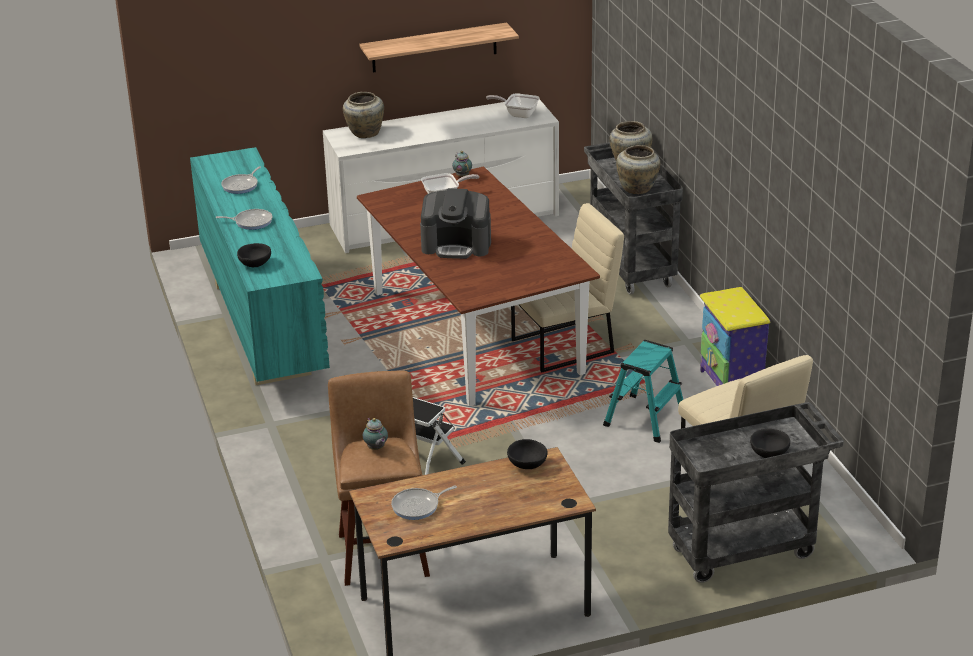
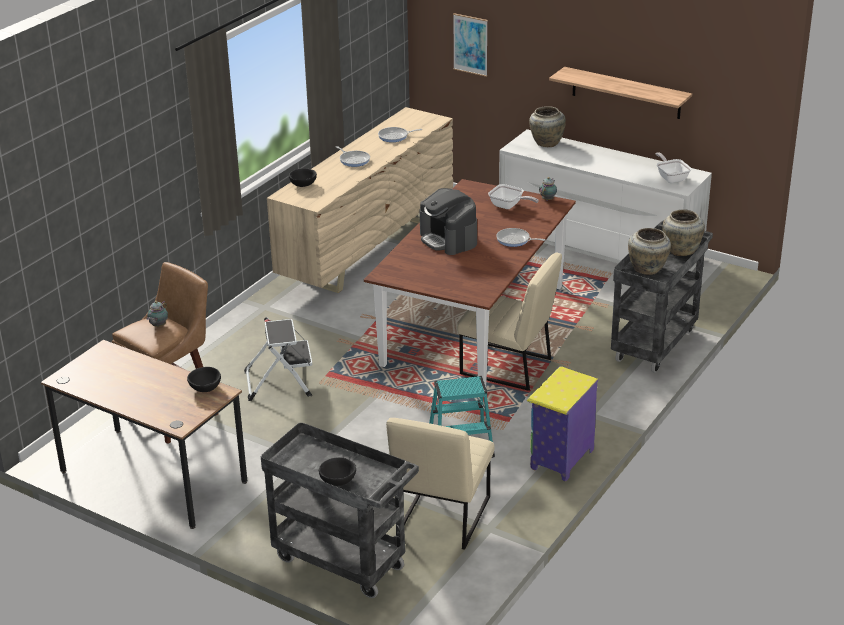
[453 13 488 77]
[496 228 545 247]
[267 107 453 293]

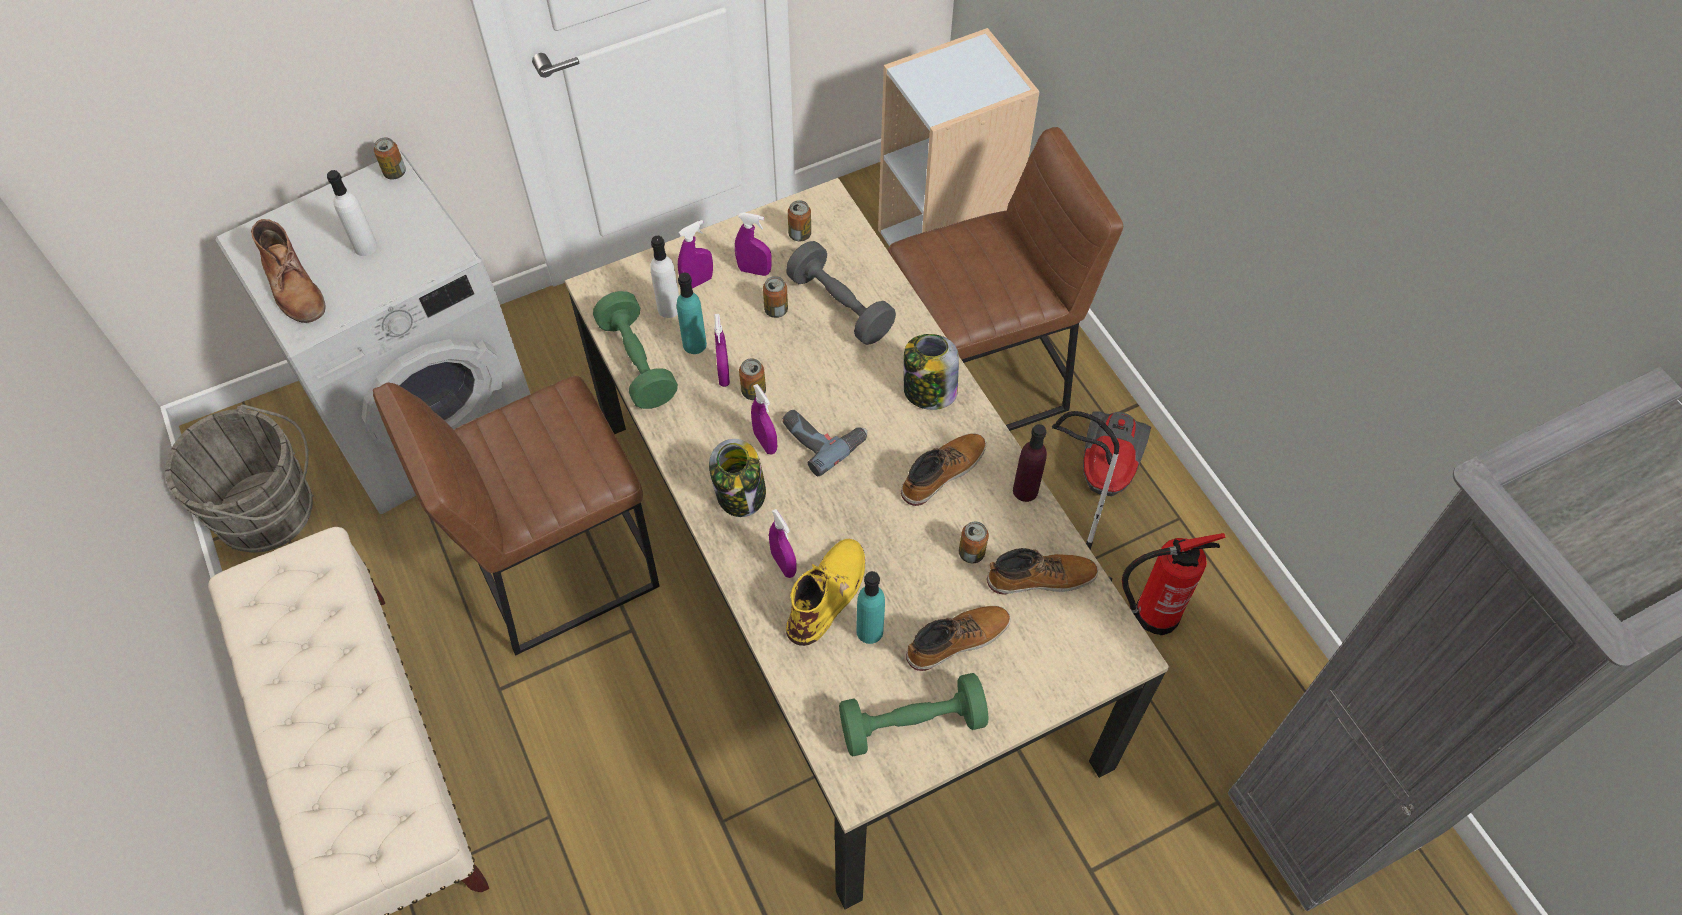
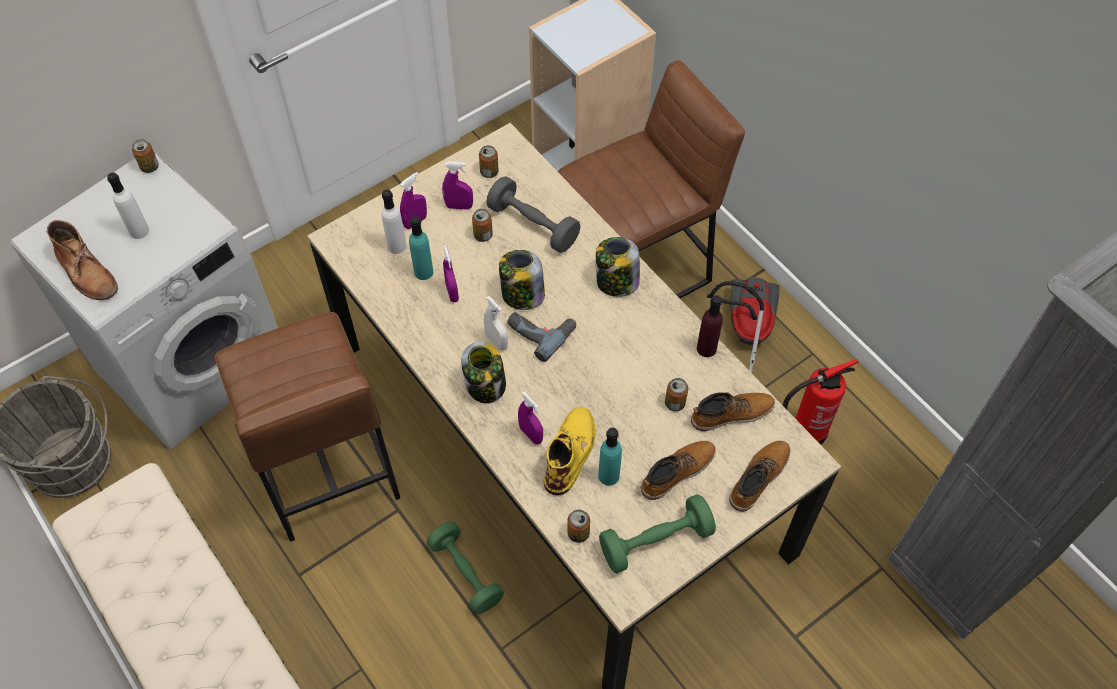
[499 250 545 310]
[427 522 504 614]
[567 509 590 543]
[729 440 791 512]
[484 296 508 350]
[215 312 400 542]

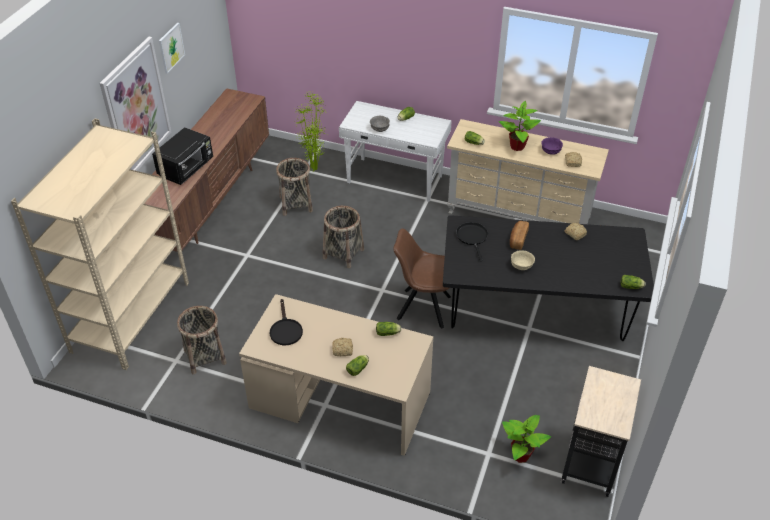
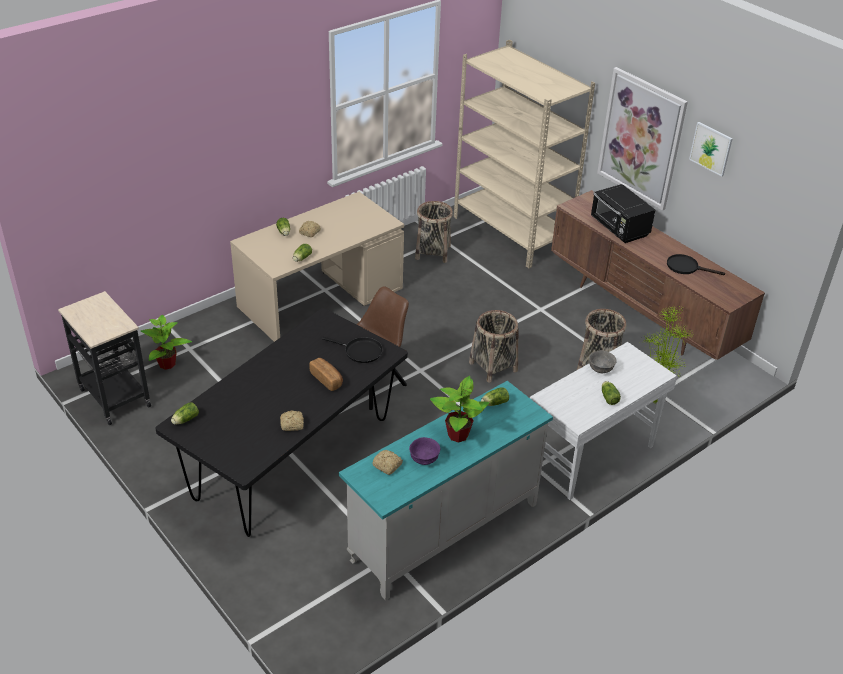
[511 250 535 270] (first image)
[667 254 725 275]
[339 381 553 601]

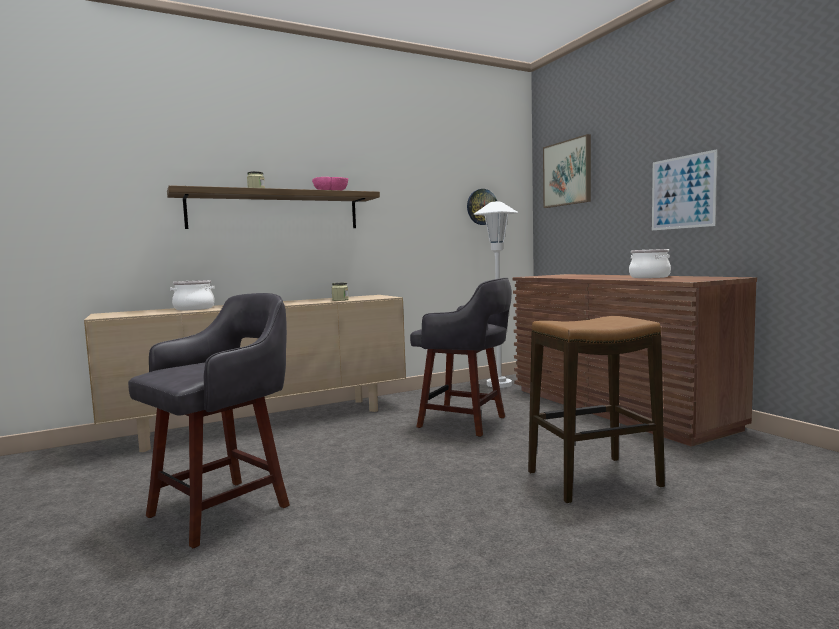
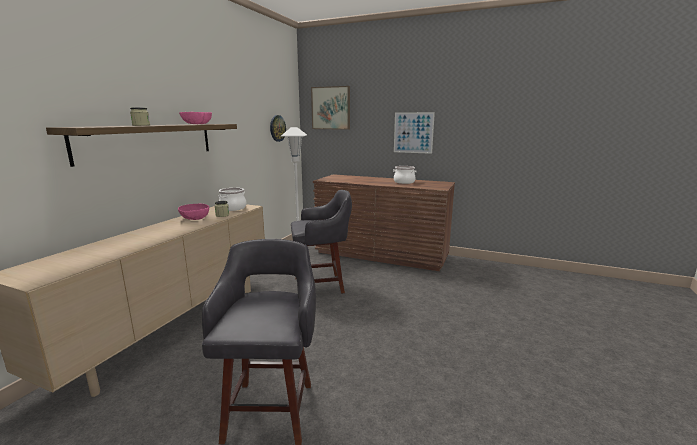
[528 316 665 504] (first image)
[178 204 209 220]
[219 188 246 211]

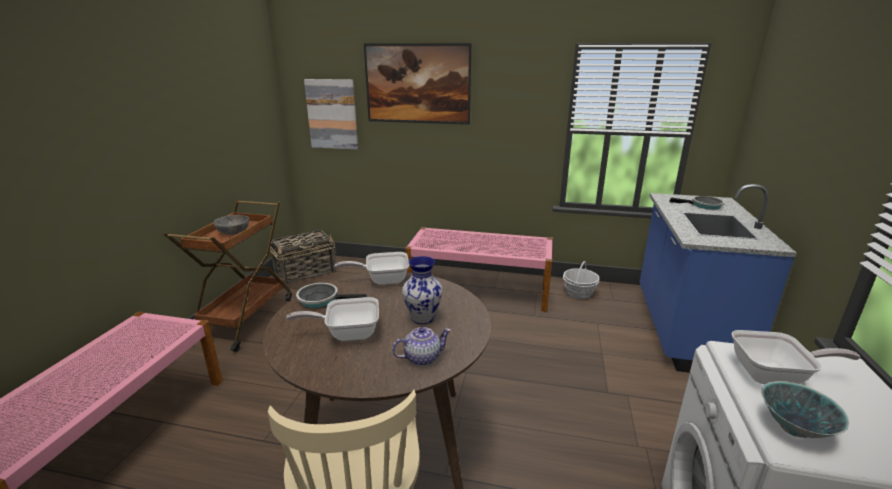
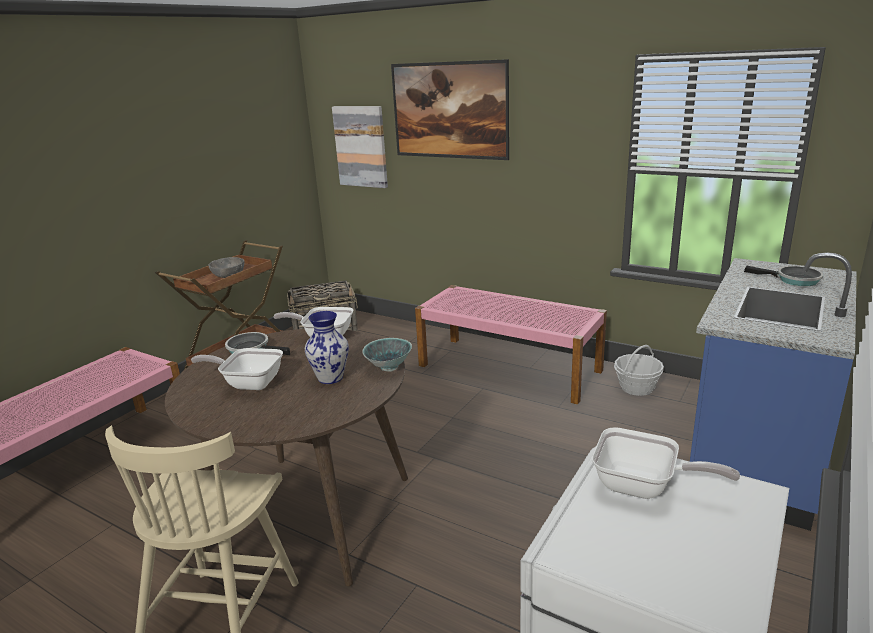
[392 327 451 366] (first image)
[362 338 412 372]

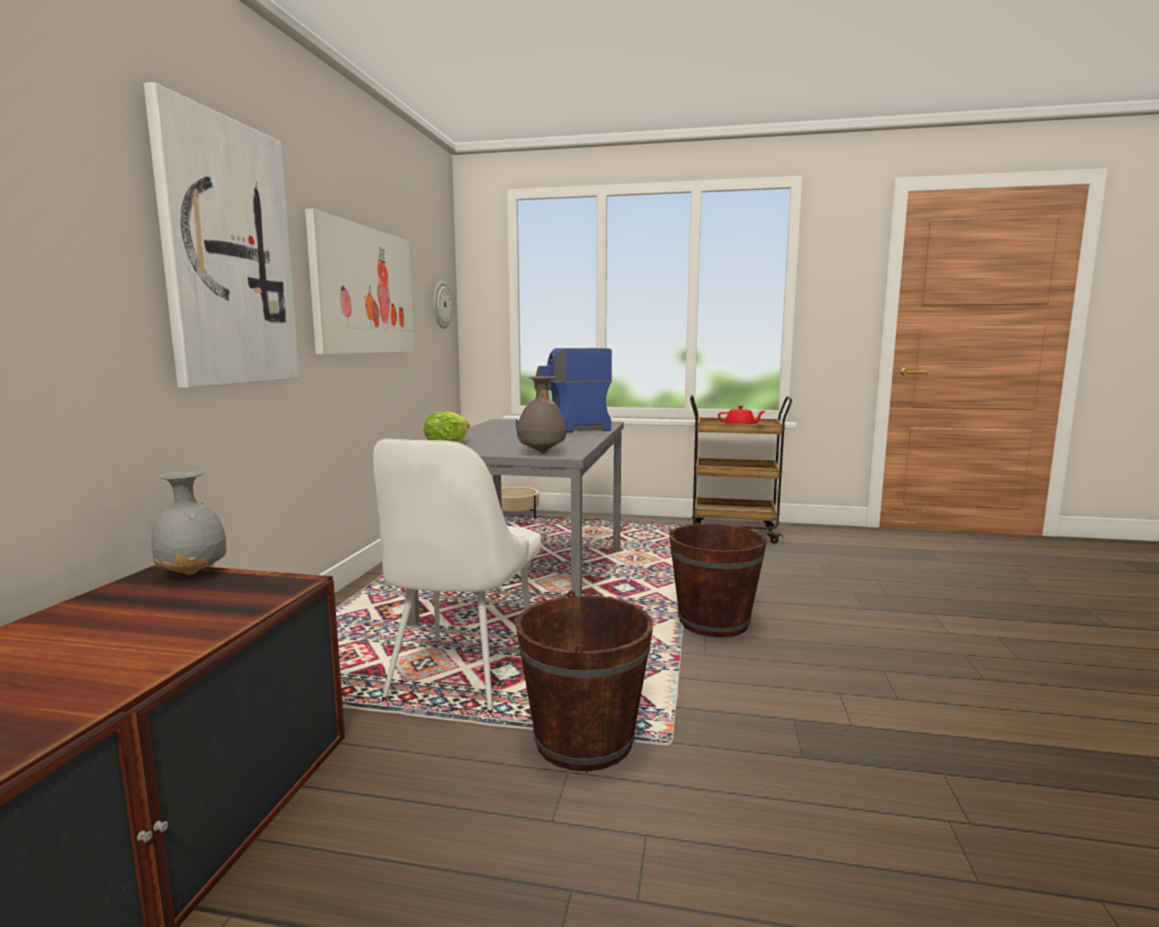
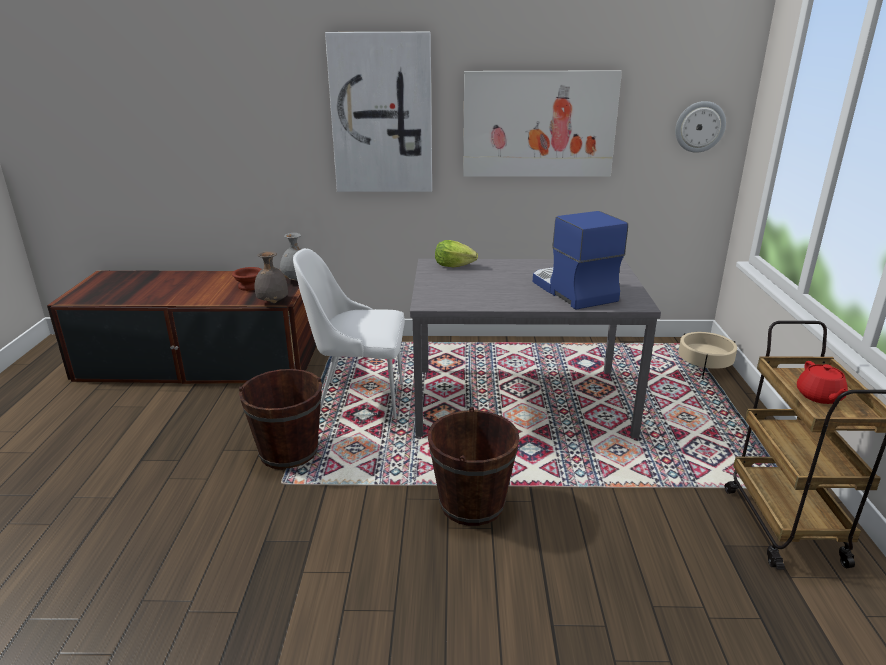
[232 267 261 291]
[254 251 288 303]

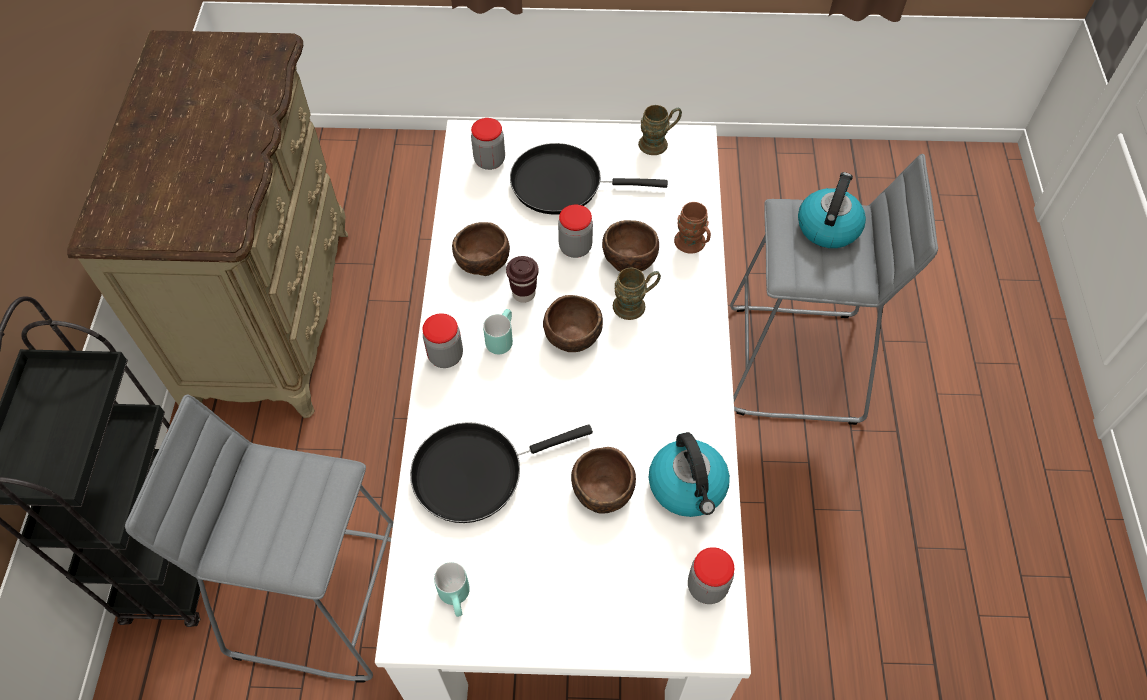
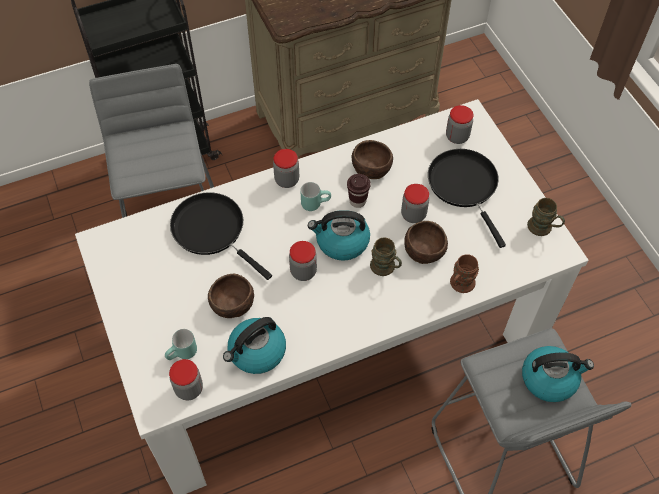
[289 241 317 281]
[165 329 197 360]
[308 210 370 261]

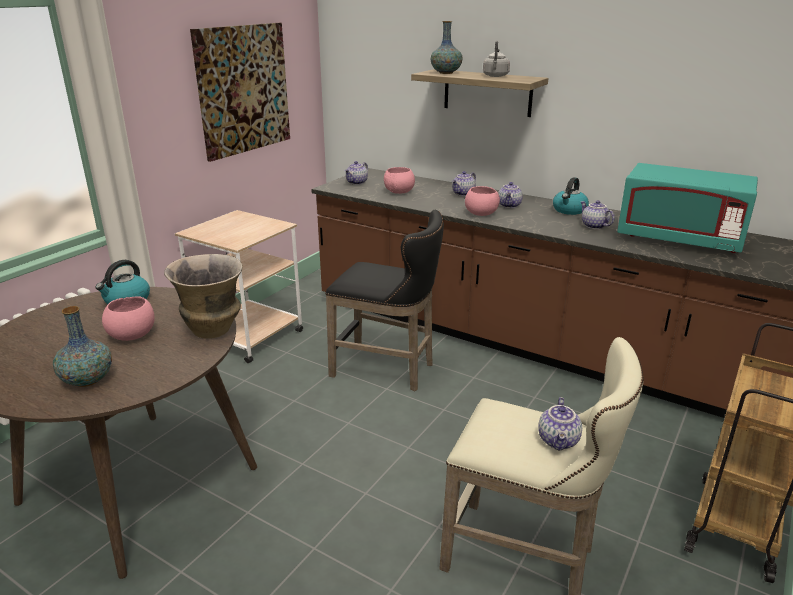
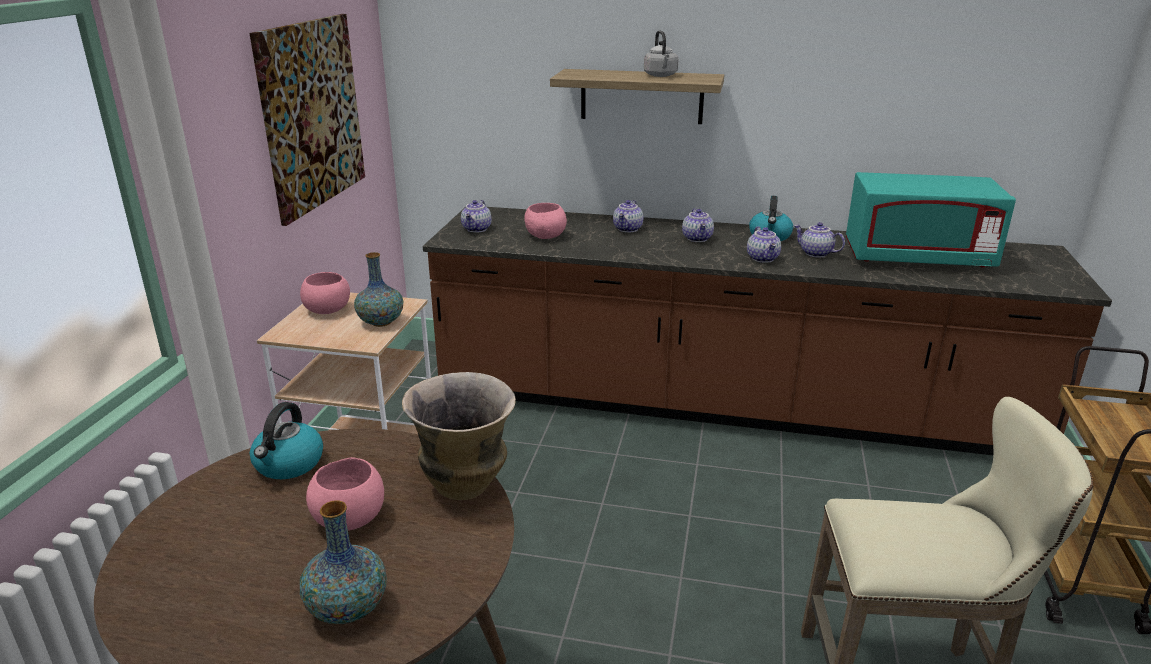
[325 210 444 392] (first image)
[354 252 403 327]
[300 272 350 314]
[747 226 781 263]

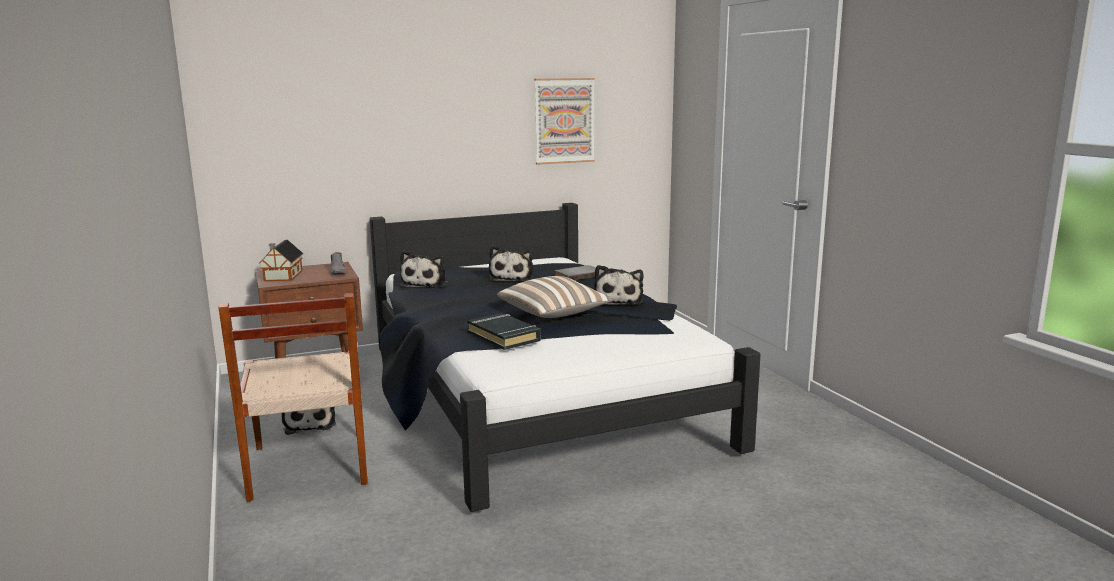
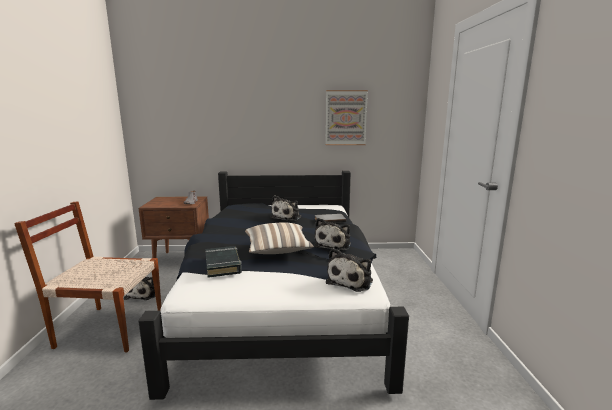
[259 240 303 281] (first image)
[326 248 373 292]
[14 201 161 352]

